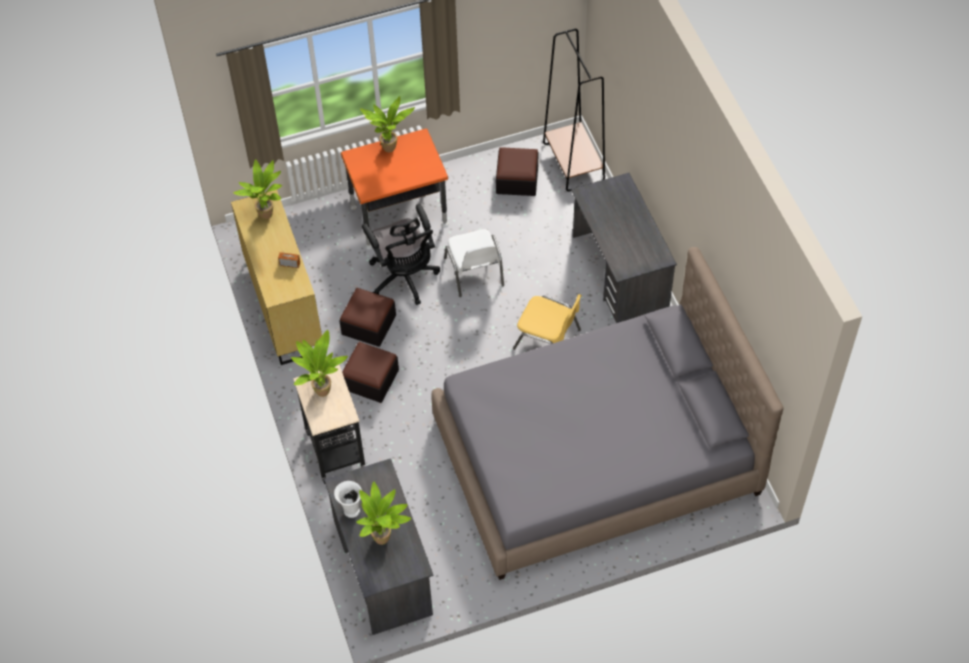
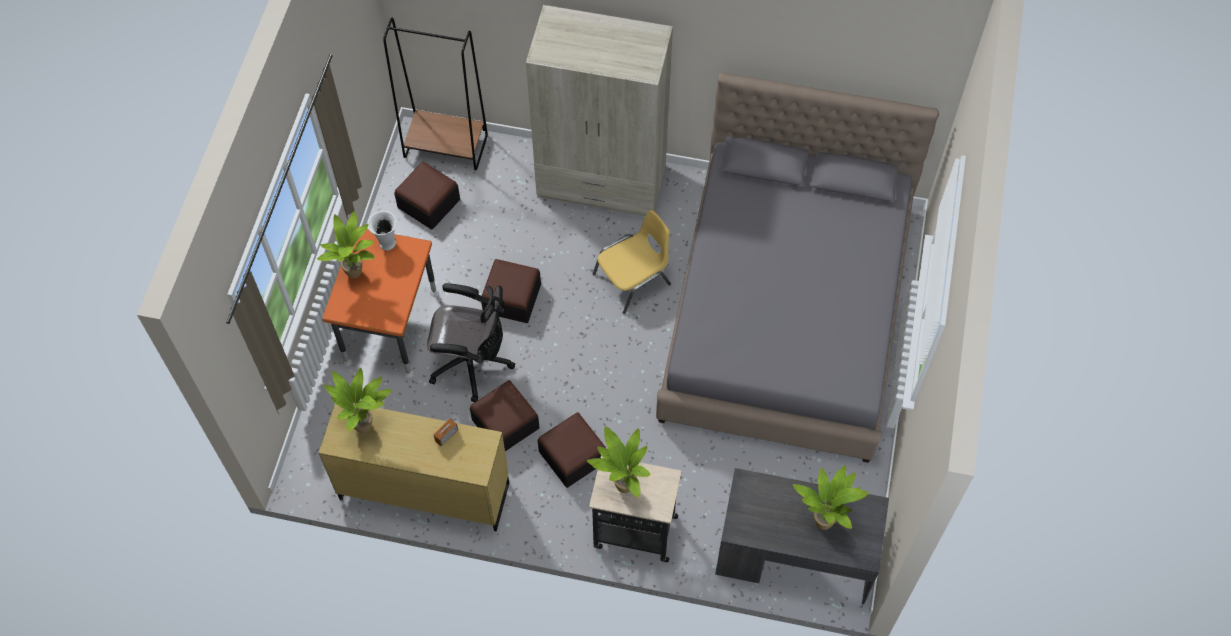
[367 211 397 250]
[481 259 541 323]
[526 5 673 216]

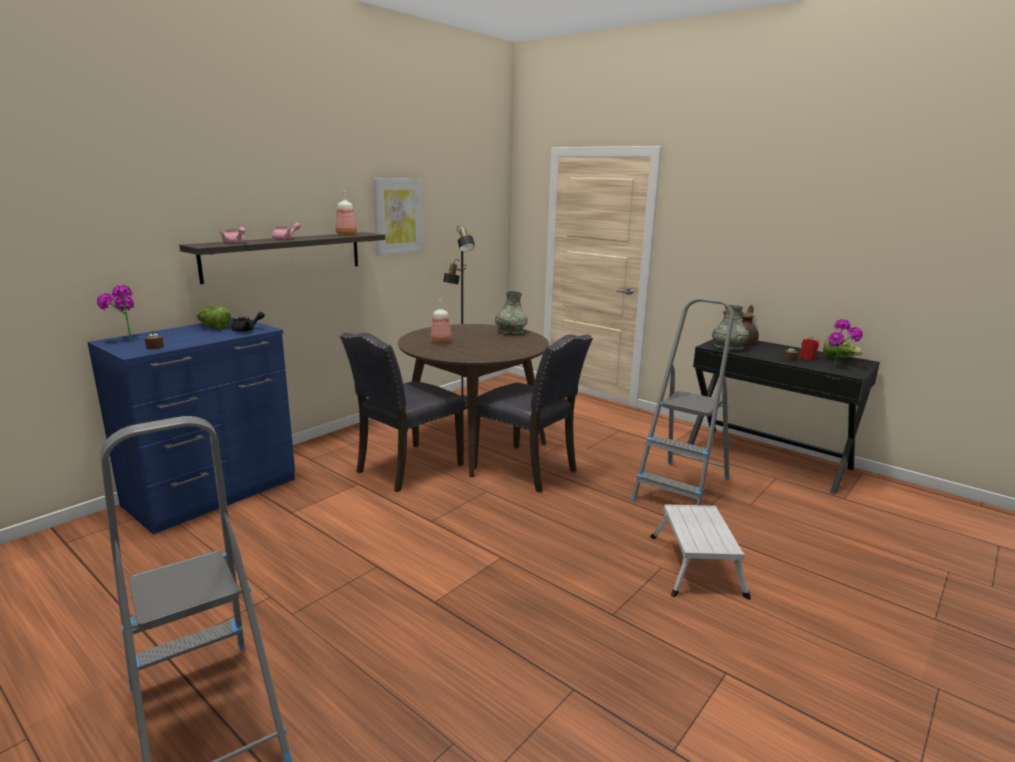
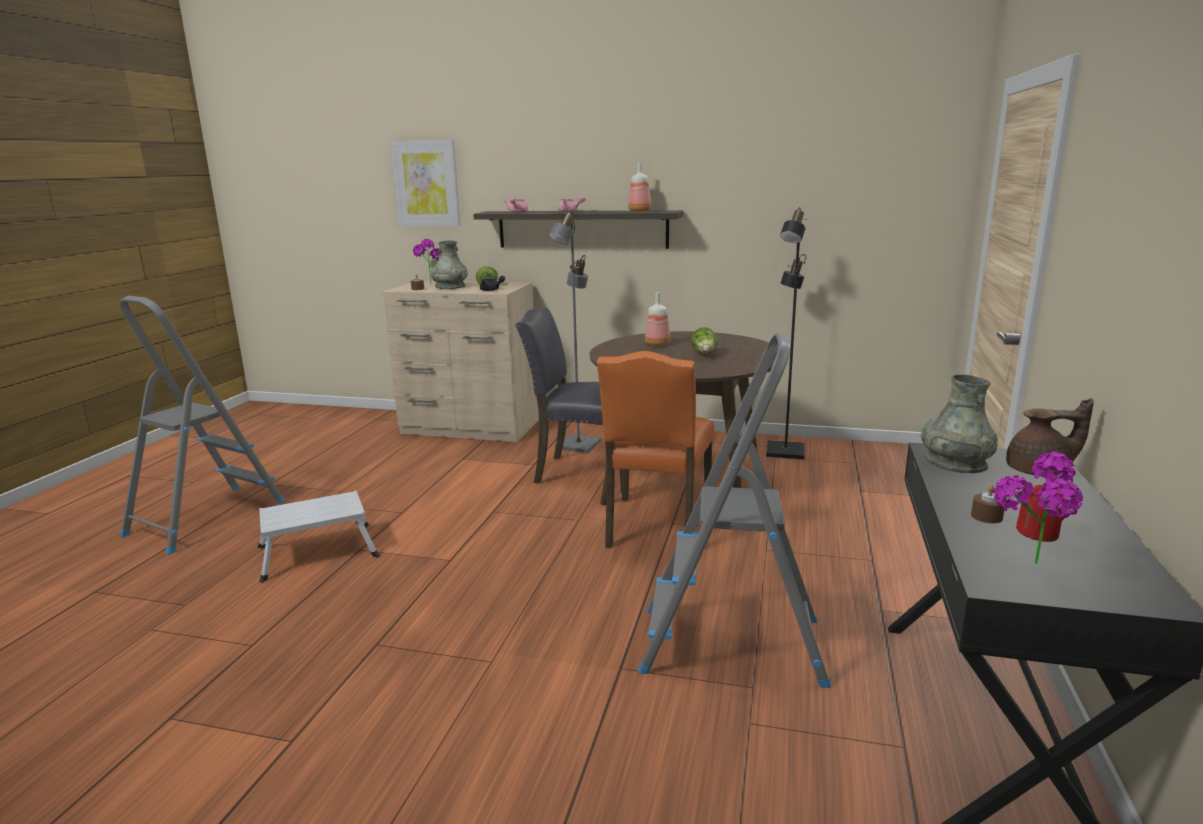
[549 210 602 453]
[390 140 460 226]
[431 241 468 289]
[258 490 380 583]
[691 327 718 353]
[382 281 539 442]
[597 351 714 548]

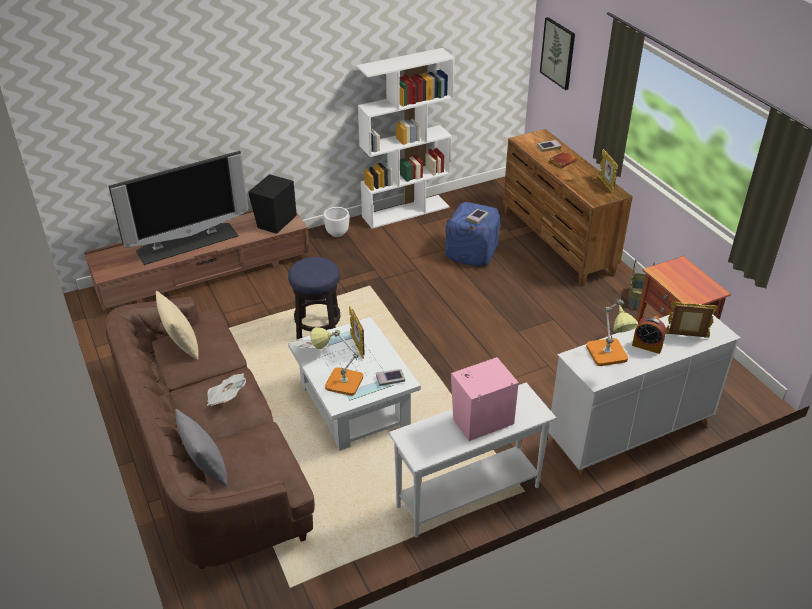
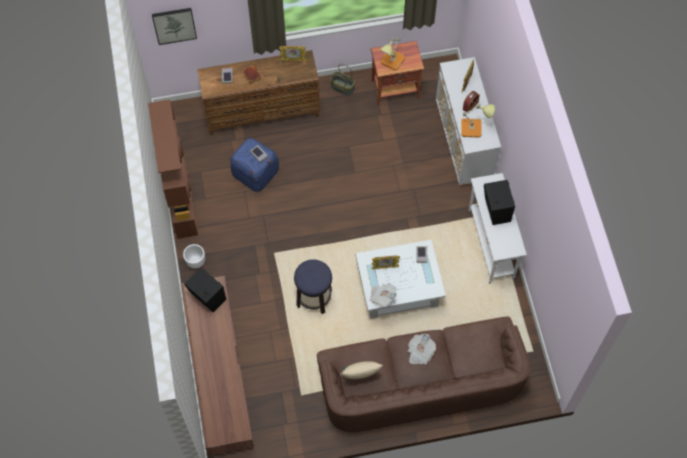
[108 151 248 265] (first image)
[175 409 227 487] (first image)
[380 37 405 71]
[148 99 198 239]
[484 180 515 225]

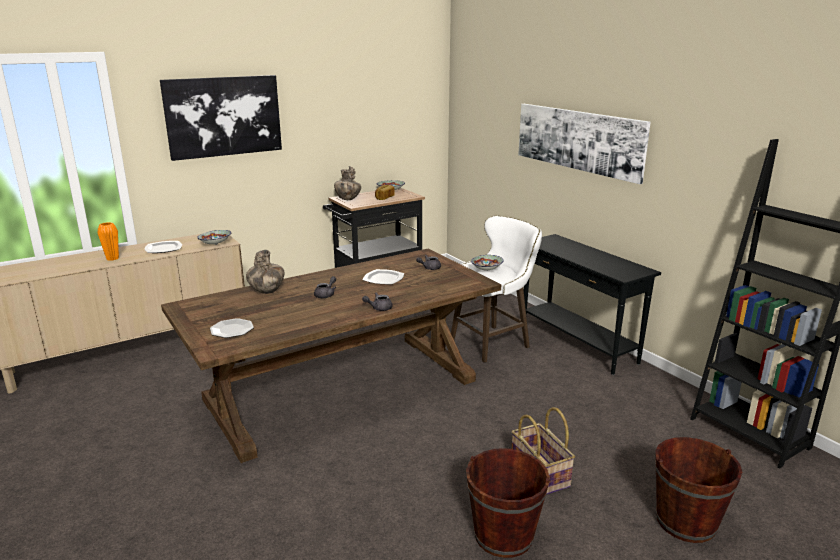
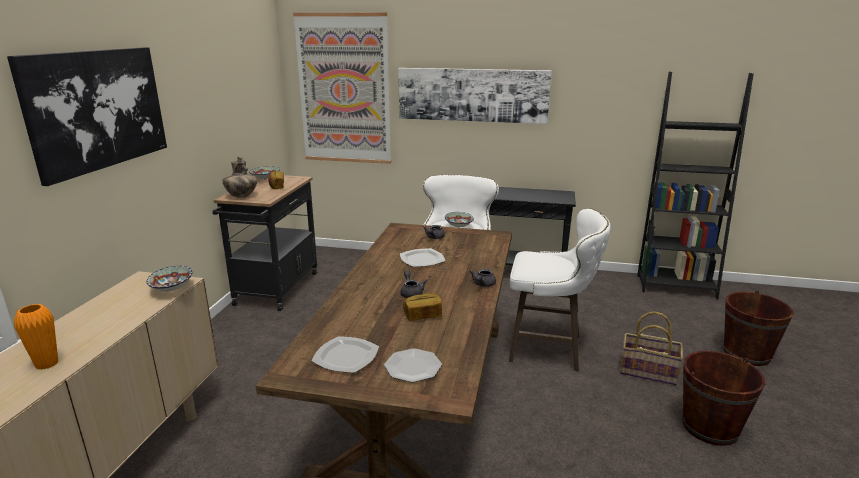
[246 250 284 294] (first image)
[293 13 391 164]
[403 293 442 321]
[509 208 611 371]
[312 336 379 373]

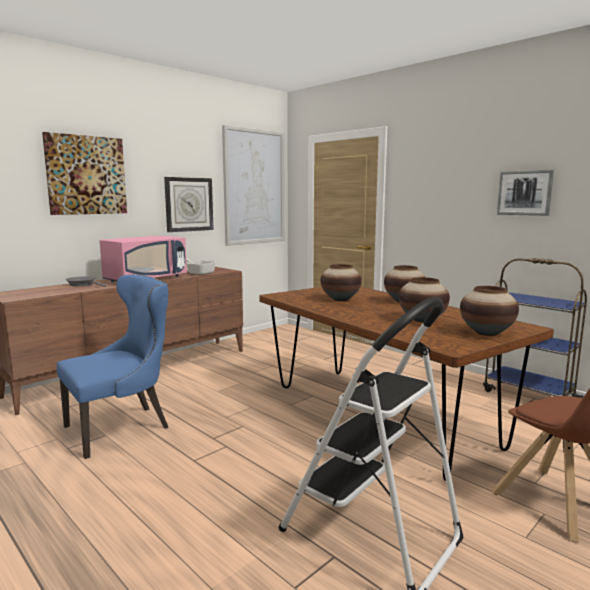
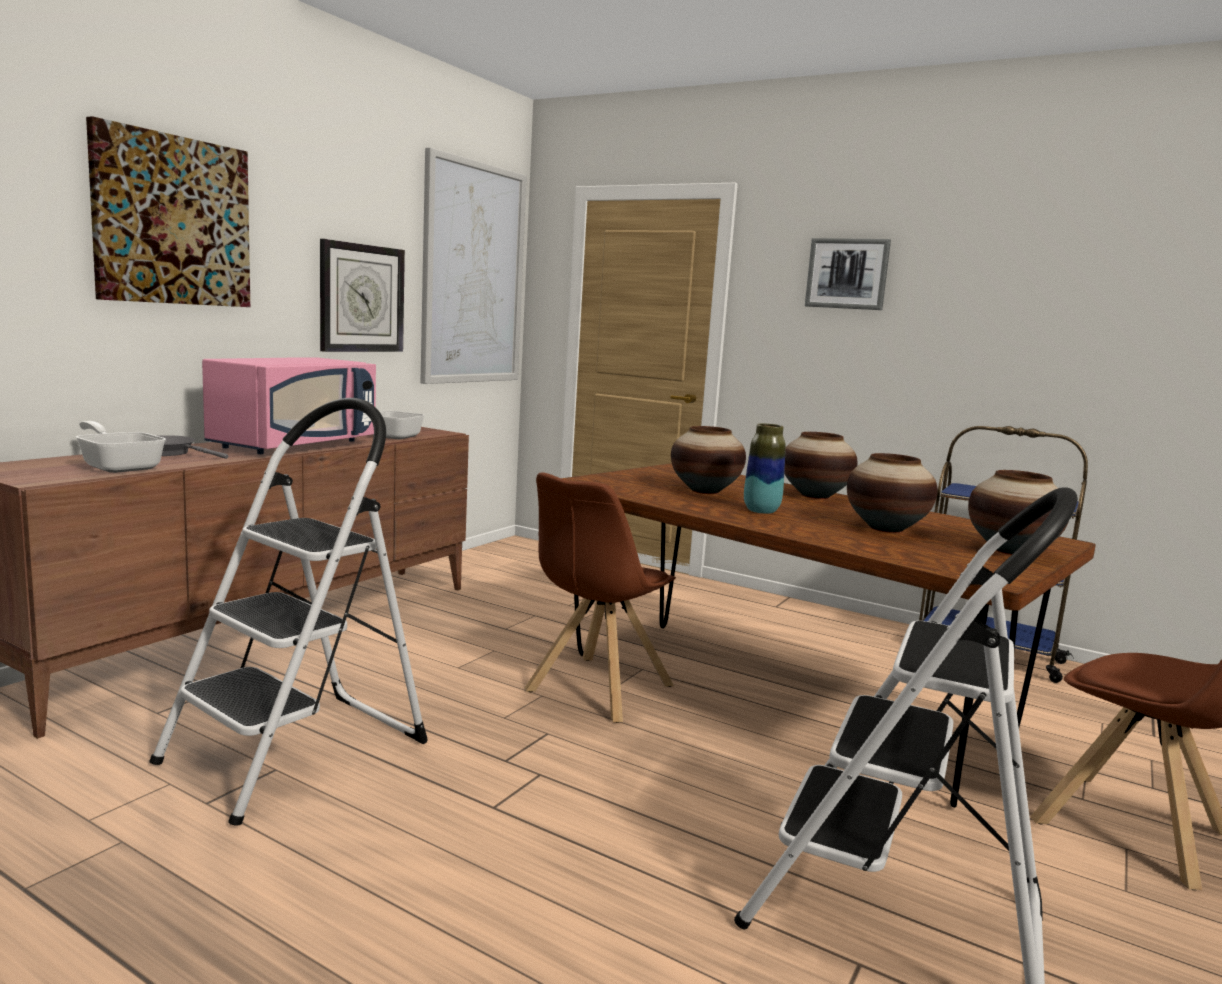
[76 421 166 473]
[525 472 676 723]
[744 424 786 514]
[805 238 891 310]
[149 398 428 826]

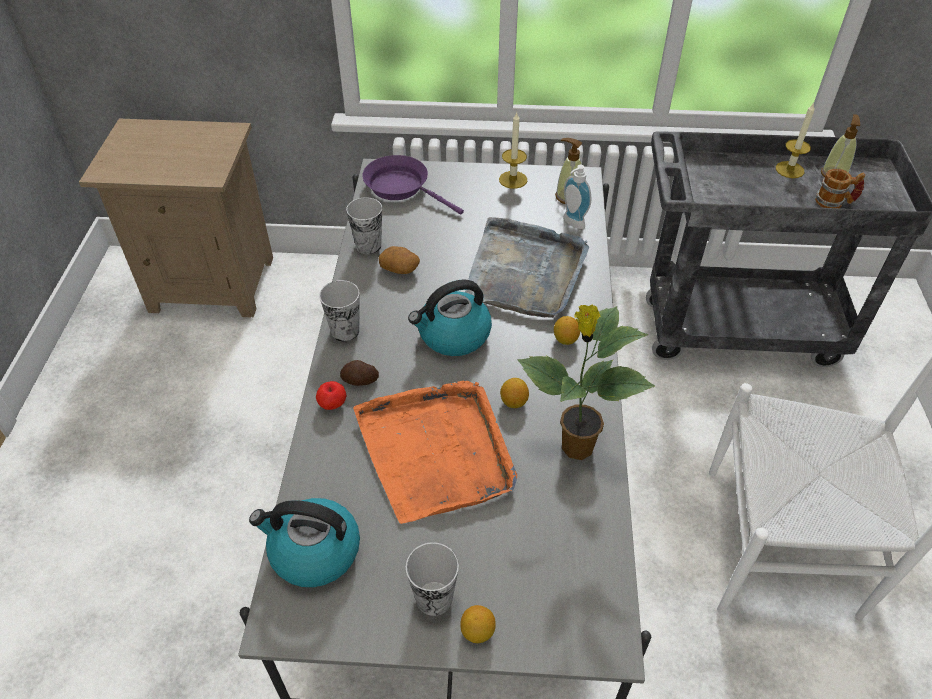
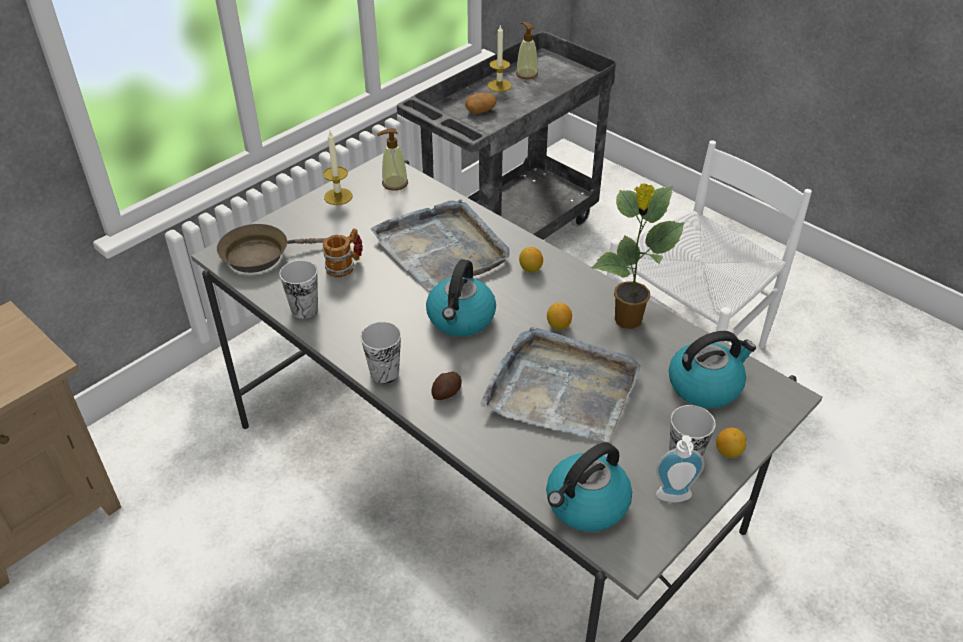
[316 381 346 410] (first image)
[669 331 756 408]
[465 93 496 114]
[656 435 704 503]
[323 228 363 278]
[480 327 641 442]
[217 224 326 273]

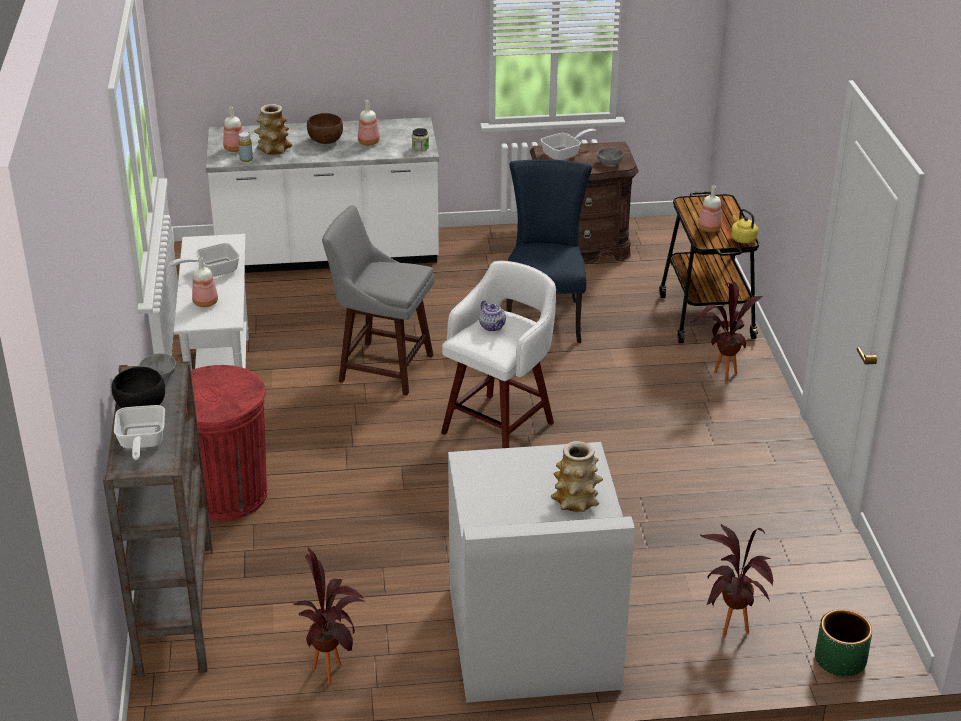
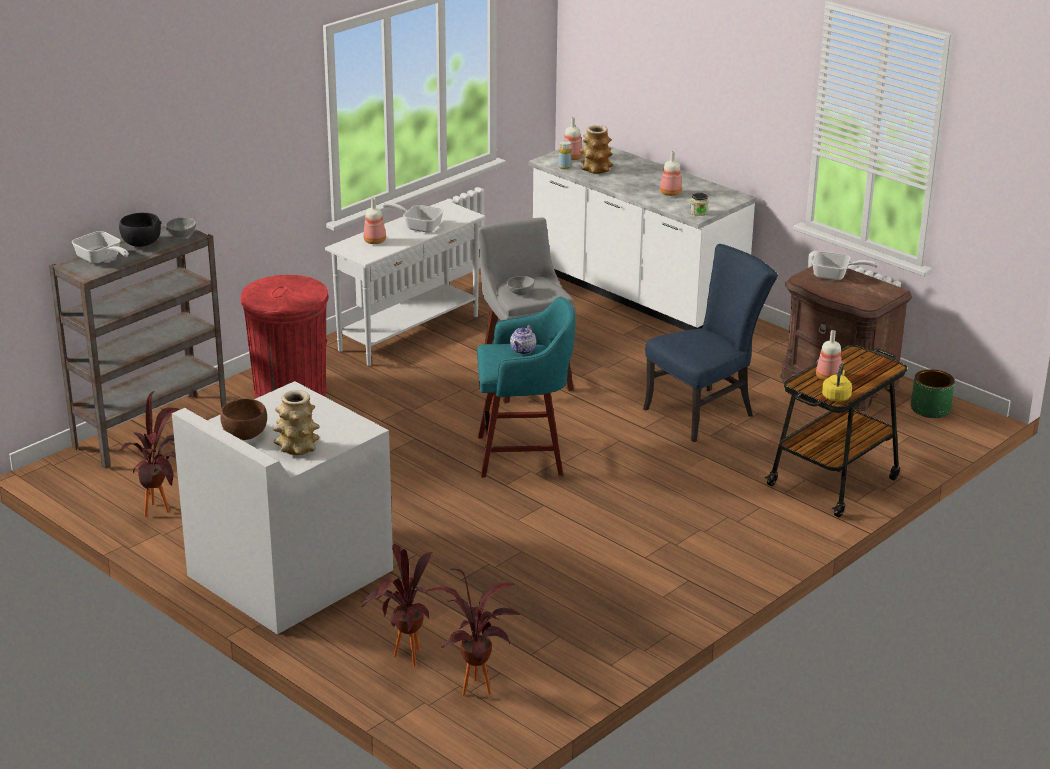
[220 399 267 440]
[507 276 534 295]
[423 569 520 696]
[911 369 955 418]
[477 296 576 478]
[72 231 129 264]

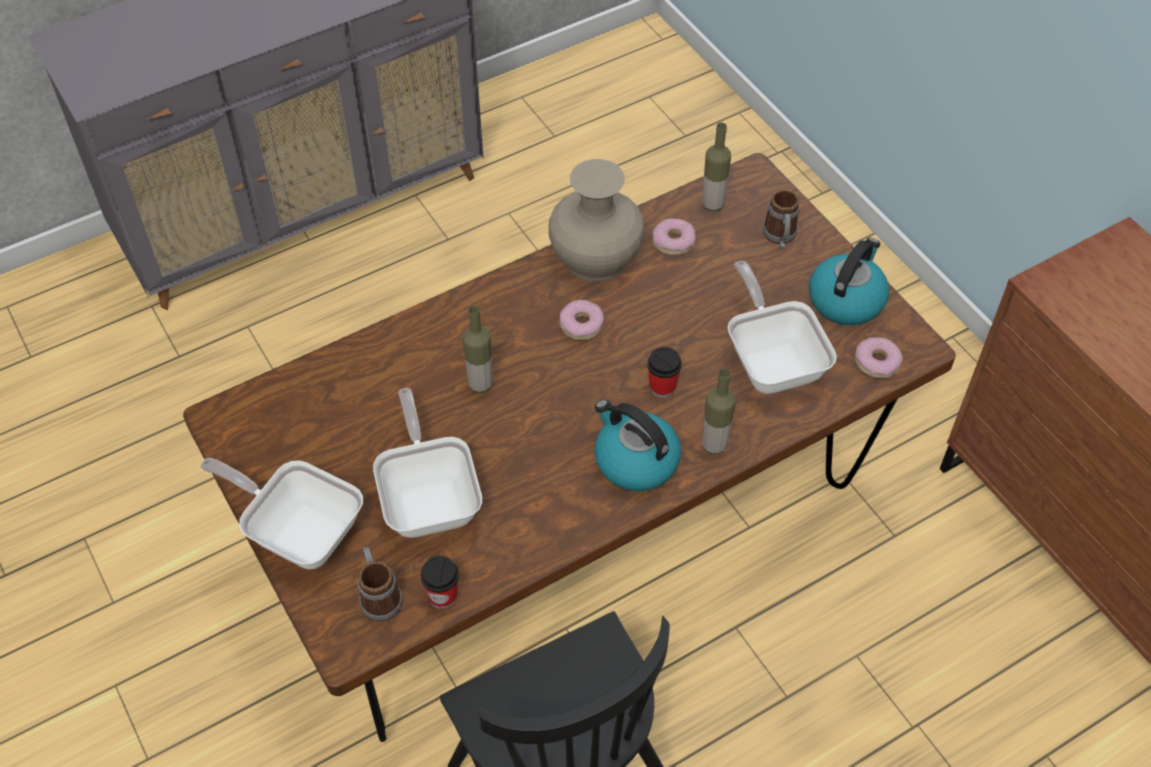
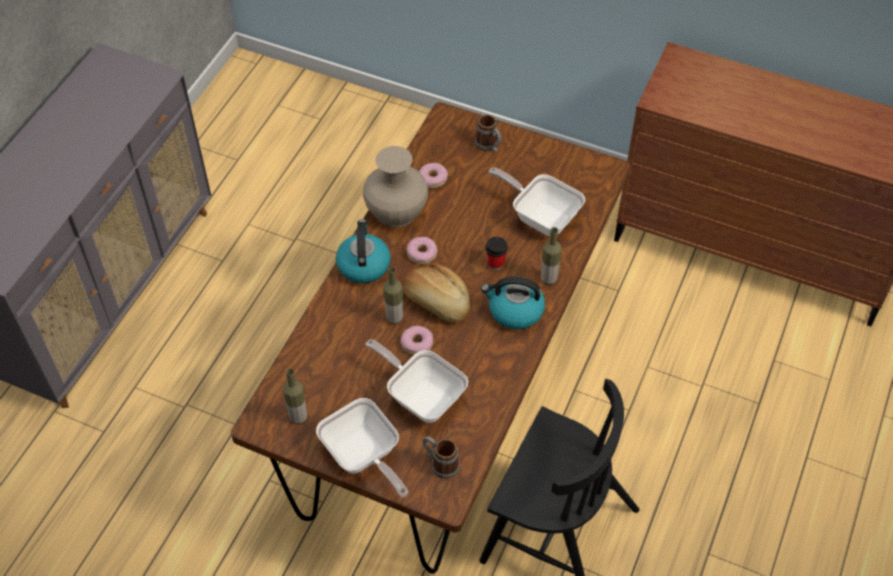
[420 556 459 609] (first image)
[403 263 470 322]
[283 369 307 424]
[336 219 391 283]
[401 326 433 355]
[316 398 408 498]

